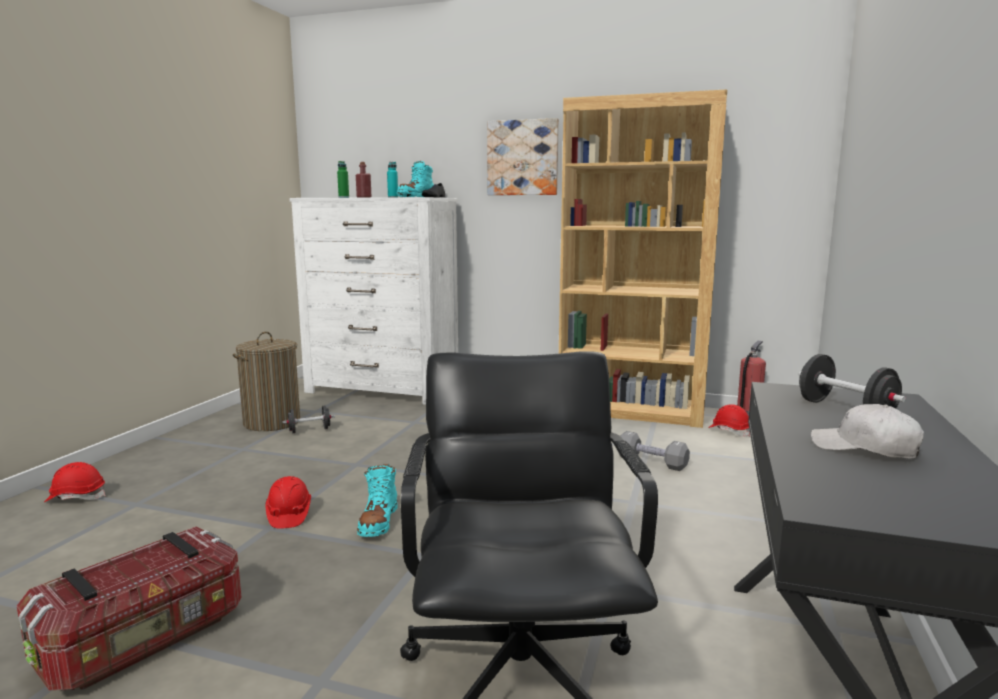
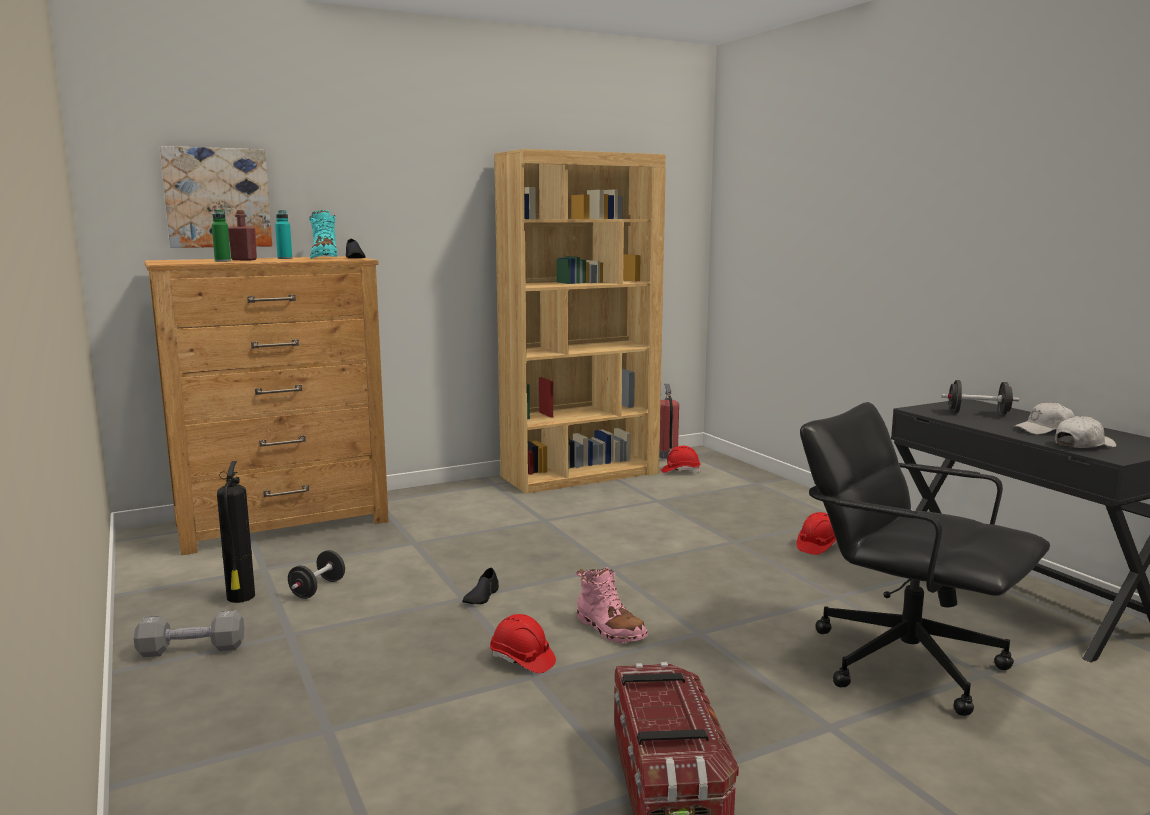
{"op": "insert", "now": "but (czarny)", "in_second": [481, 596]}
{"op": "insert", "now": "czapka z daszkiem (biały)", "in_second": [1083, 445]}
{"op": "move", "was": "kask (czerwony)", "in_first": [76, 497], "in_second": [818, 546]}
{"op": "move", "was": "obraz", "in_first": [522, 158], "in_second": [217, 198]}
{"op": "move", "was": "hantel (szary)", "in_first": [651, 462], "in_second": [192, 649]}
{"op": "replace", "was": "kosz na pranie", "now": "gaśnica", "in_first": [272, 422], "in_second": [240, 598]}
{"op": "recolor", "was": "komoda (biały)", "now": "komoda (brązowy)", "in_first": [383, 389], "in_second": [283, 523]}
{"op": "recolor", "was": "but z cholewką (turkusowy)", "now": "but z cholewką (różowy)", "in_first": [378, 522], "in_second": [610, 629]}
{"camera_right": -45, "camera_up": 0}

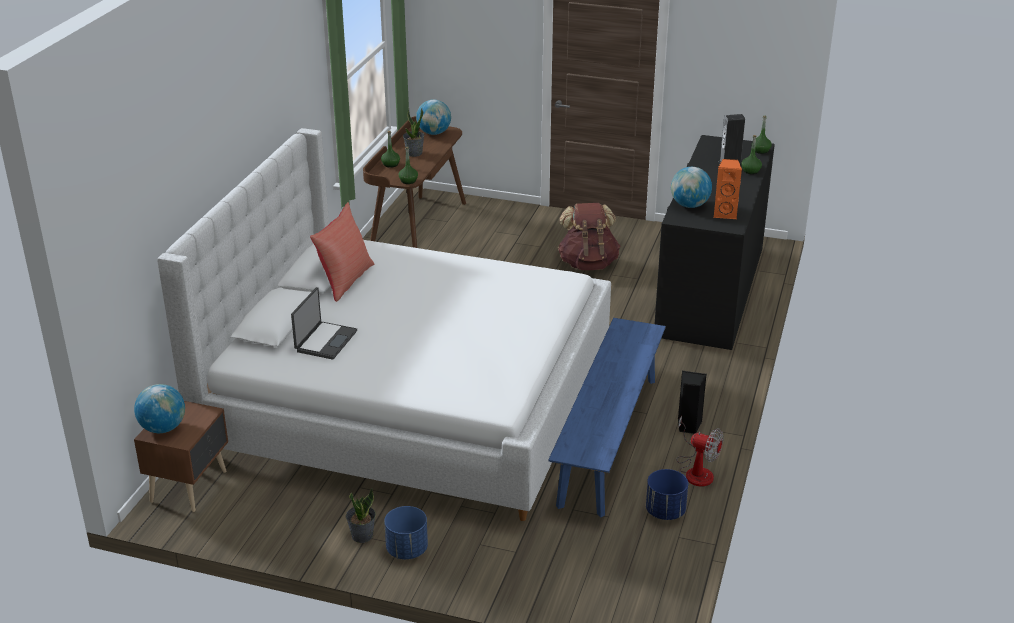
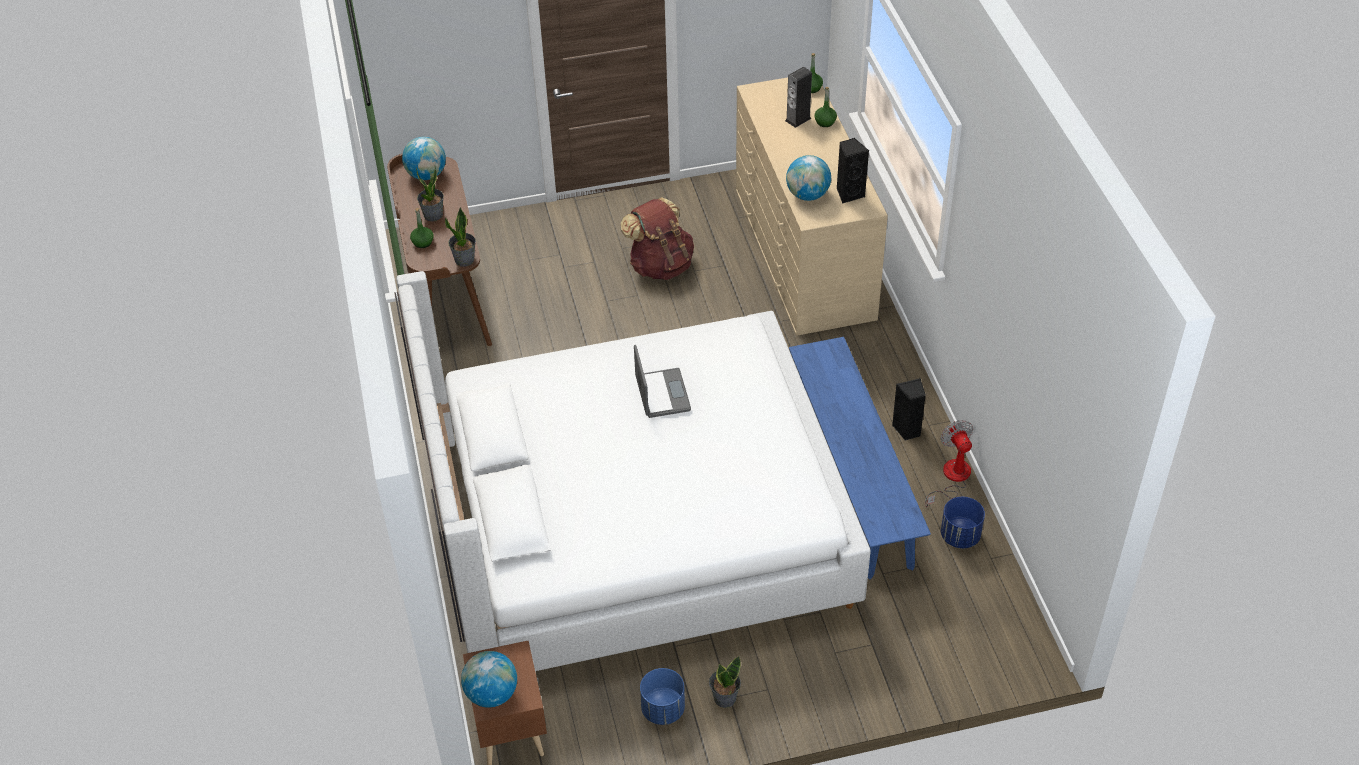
{"op": "delete", "was": "poduszka (czerwony)", "in_first": [345, 280]}
{"op": "move", "was": "laptop", "in_first": [325, 341], "in_second": [661, 394]}
{"op": "move", "was": "donica (niebieski)", "in_first": [406, 550], "in_second": [662, 710]}
{"op": "replace", "was": "butelka (zielony)", "now": "roślina doniczkowa", "in_first": [408, 181], "in_second": [465, 260]}
{"op": "recolor", "was": "komoda (czarny)", "now": "komoda (beżowy)", "in_first": [710, 291], "in_second": [803, 252]}
{"op": "recolor", "was": "głośnik (pomarańczowy)", "now": "głośnik (czarny)", "in_first": [725, 214], "in_second": [849, 193]}
{"op": "rotate", "was": "wentylator", "in_first": [696, 470], "in_second": [951, 478], "clockwise": -105}
{"camera_right": -30, "camera_up": 15}

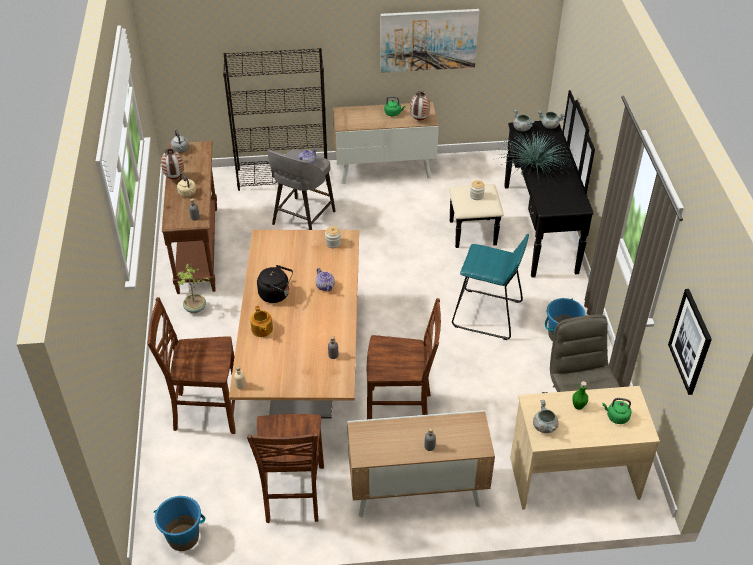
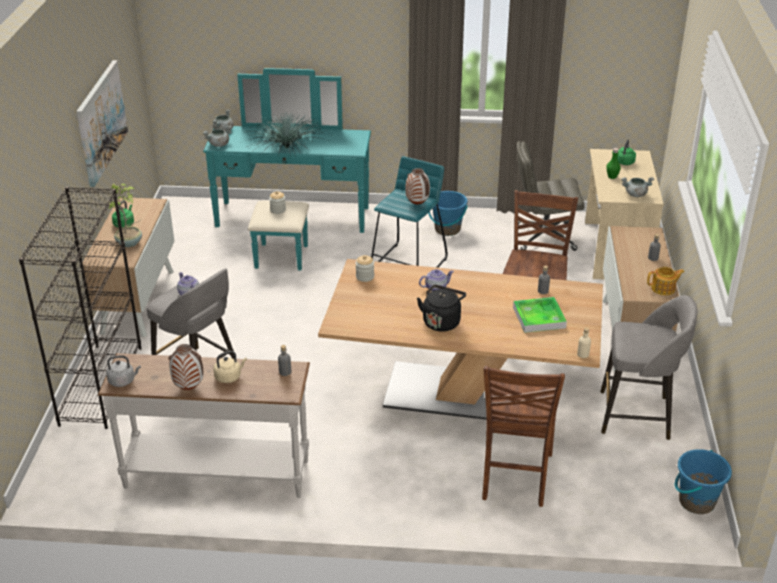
{"op": "delete", "was": "obraz", "in_first": [690, 341]}
{"op": "insert", "now": "taca", "in_second": [539, 317]}
{"op": "move", "was": "roślina doniczkowa", "in_first": [195, 309], "in_second": [130, 243]}
{"op": "move", "was": "imbryk", "in_first": [262, 329], "in_second": [663, 289]}
{"op": "move", "was": "wazon", "in_first": [419, 120], "in_second": [417, 204]}
{"op": "replace", "was": "krzesło (brązowy)", "now": "stołek (szary)", "in_first": [293, 495], "in_second": [637, 415]}
{"op": "recolor", "was": "stolik konsolowy (brązowy)", "now": "stolik konsolowy (biały)", "in_first": [199, 249], "in_second": [217, 472]}
{"op": "recolor", "was": "komoda (czarny)", "now": "komoda (turkusowy)", "in_first": [524, 229], "in_second": [291, 226]}
{"camera_right": -80, "camera_up": -10}

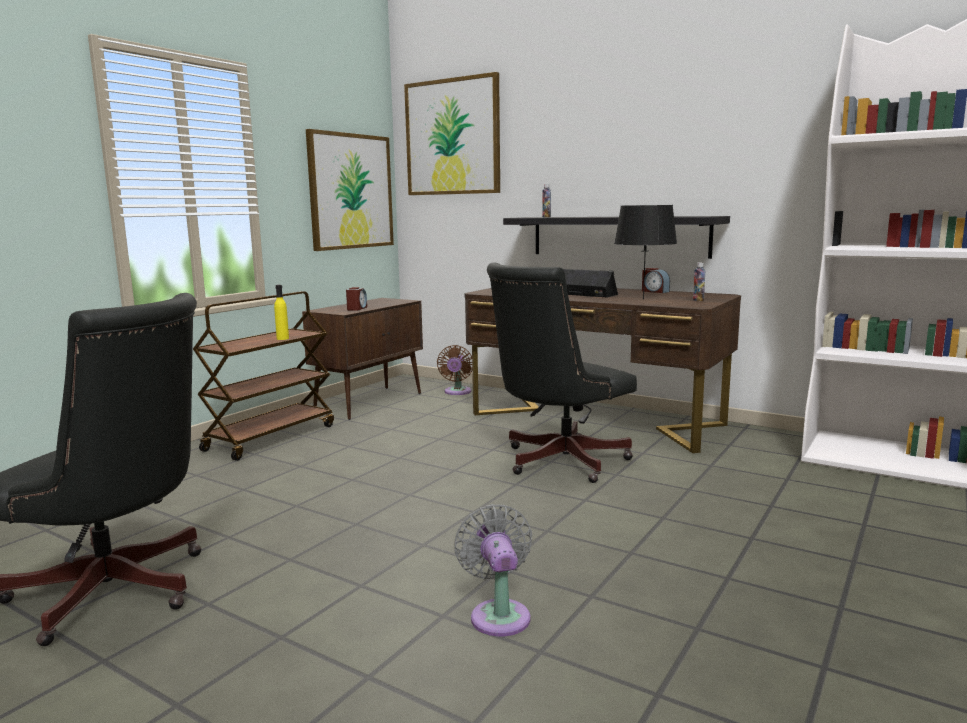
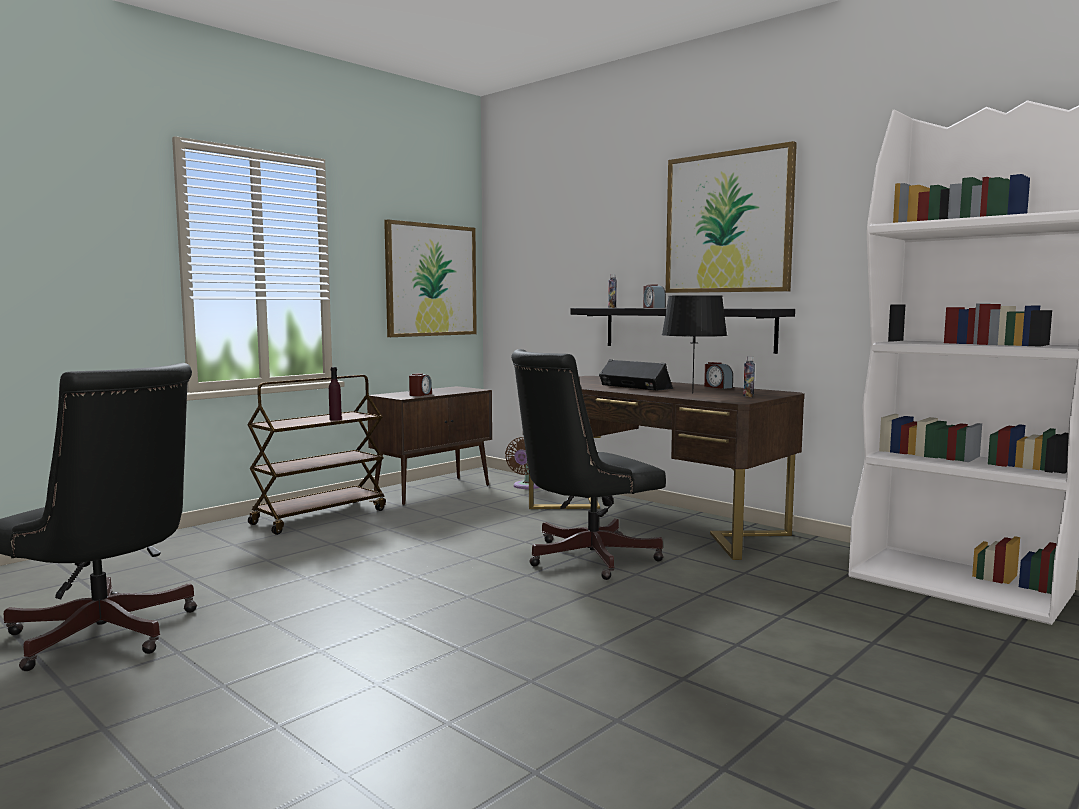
{"op": "delete", "was": "wentylator (szary)", "in_first": [499, 614]}
{"op": "insert", "now": "budzik", "in_second": [653, 307]}
{"op": "move", "was": "obraz", "in_first": [452, 137], "in_second": [728, 222]}
{"op": "recolor", "was": "butelka (żółty)", "now": "butelka (fioletowy)", "in_first": [282, 338], "in_second": [335, 419]}
{"camera_right": 10, "camera_up": -5}

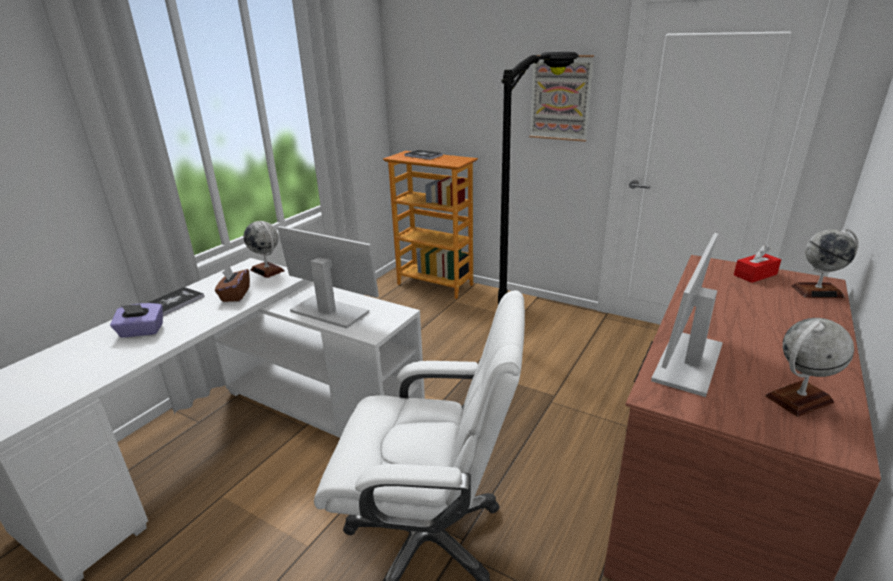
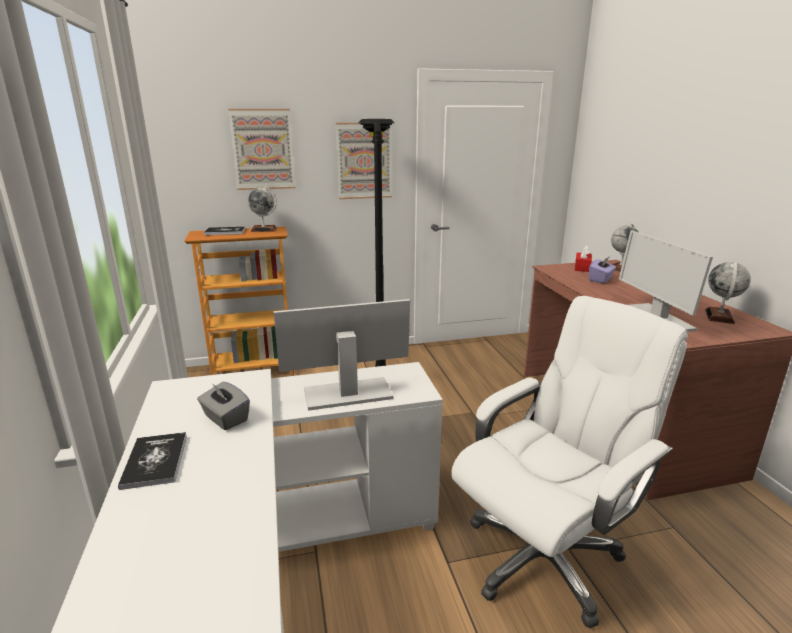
{"op": "insert", "now": "obraz", "in_second": [263, 149]}
{"op": "move", "was": "pudełko chusteczek (fioletowy)", "in_first": [141, 331], "in_second": [600, 279]}
{"op": "move", "was": "globus", "in_first": [267, 270], "in_second": [263, 229]}
{"op": "recolor", "was": "pudełko chusteczek (brązowy)", "now": "pudełko chusteczek (szary)", "in_first": [235, 295], "in_second": [225, 418]}
{"camera_right": -45, "camera_up": -5}

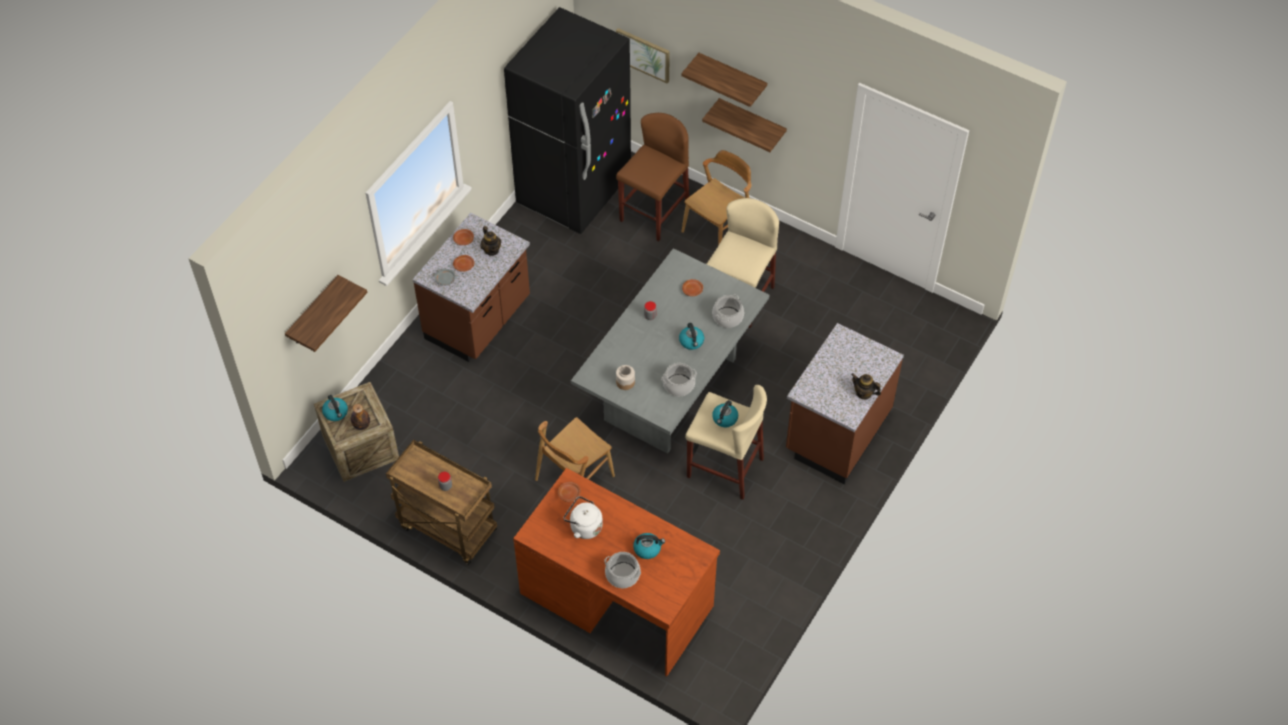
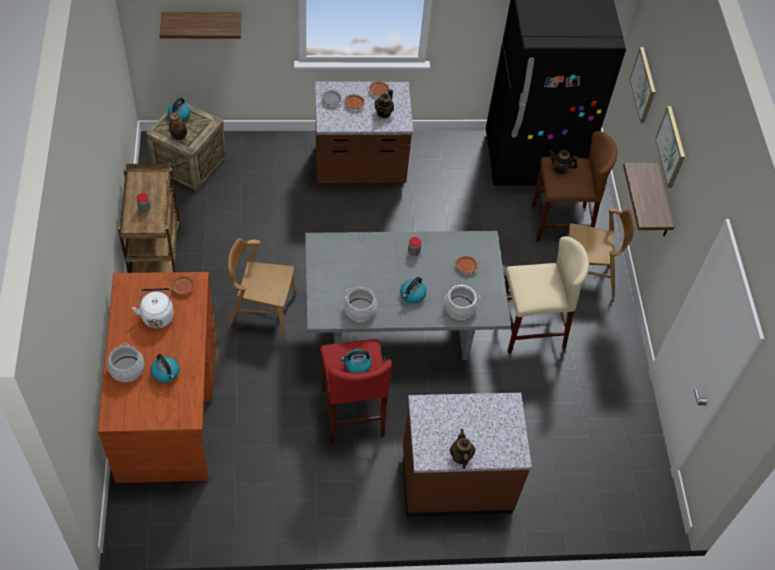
{"op": "delete", "was": "słoik", "in_first": [625, 382]}
{"op": "insert", "now": "imbryk", "in_second": [560, 169]}
{"op": "replace", "was": "półka", "now": "obraz", "in_first": [732, 77], "in_second": [671, 147]}
{"op": "recolor", "was": "stołek (beżowy)", "now": "stołek (czerwony)", "in_first": [725, 468], "in_second": [352, 412]}
{"camera_right": 50, "camera_up": 0}

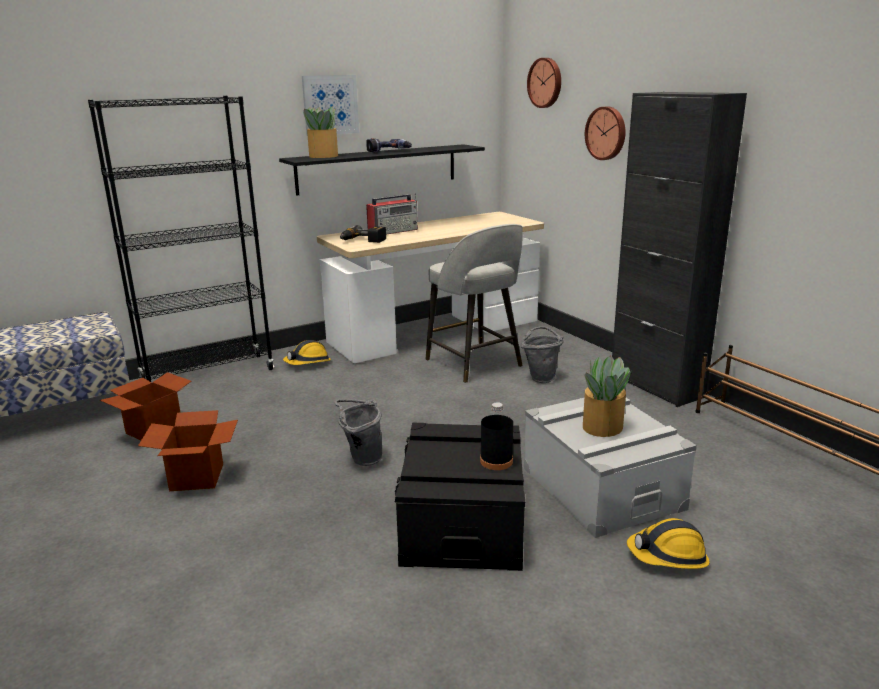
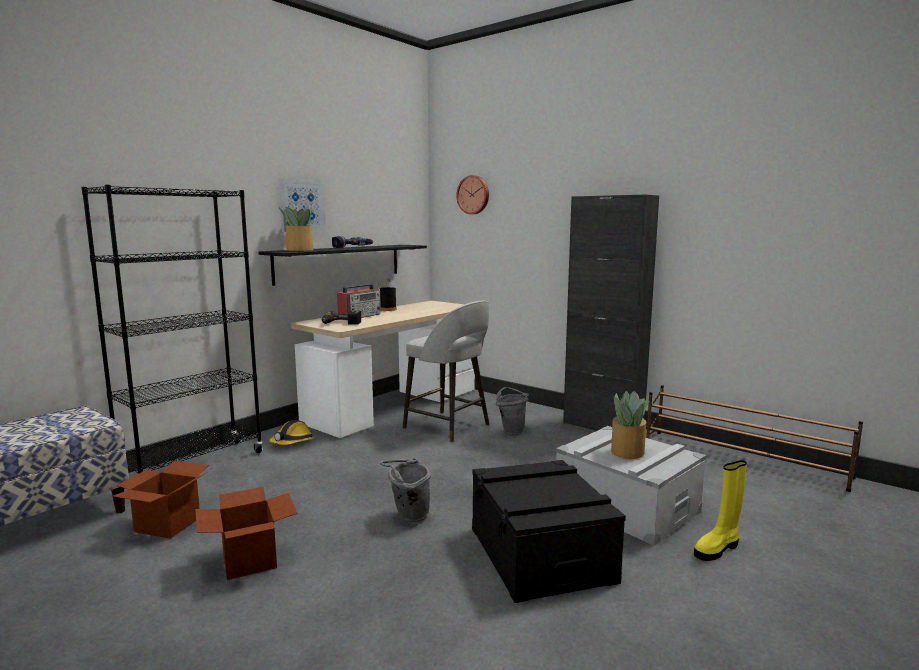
{"op": "delete", "was": "zegar ścienny", "in_first": [606, 133]}
{"op": "move", "was": "butelka (czarny)", "in_first": [496, 461], "in_second": [388, 309]}
{"op": "replace", "was": "kask", "now": "but z cholewką (żółty)", "in_first": [668, 556], "in_second": [717, 549]}
{"camera_right": -20, "camera_up": -10}

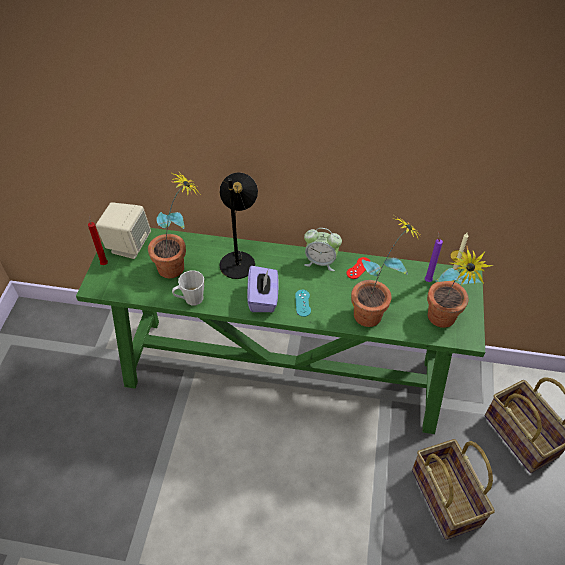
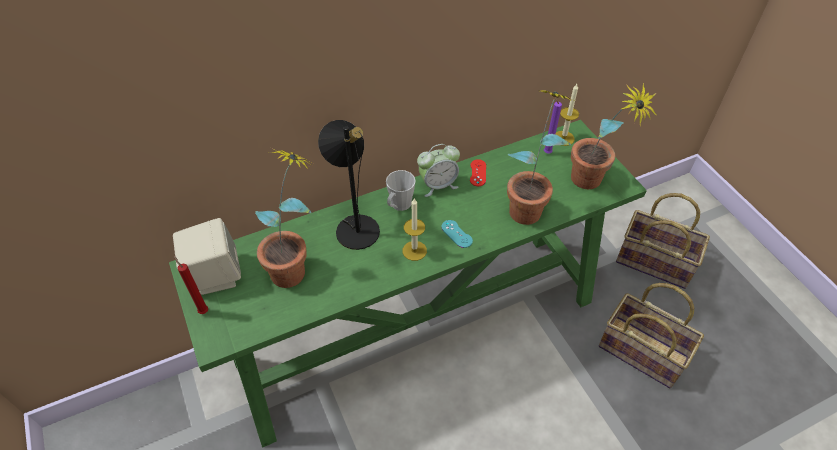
{"op": "move", "was": "kubek (szary)", "in_first": [190, 299], "in_second": [399, 205]}
{"op": "replace", "was": "pudełko chusteczek (fioletowy)", "now": "świeca", "in_first": [263, 298], "in_second": [414, 250]}
{"camera_right": -35, "camera_up": 0}

